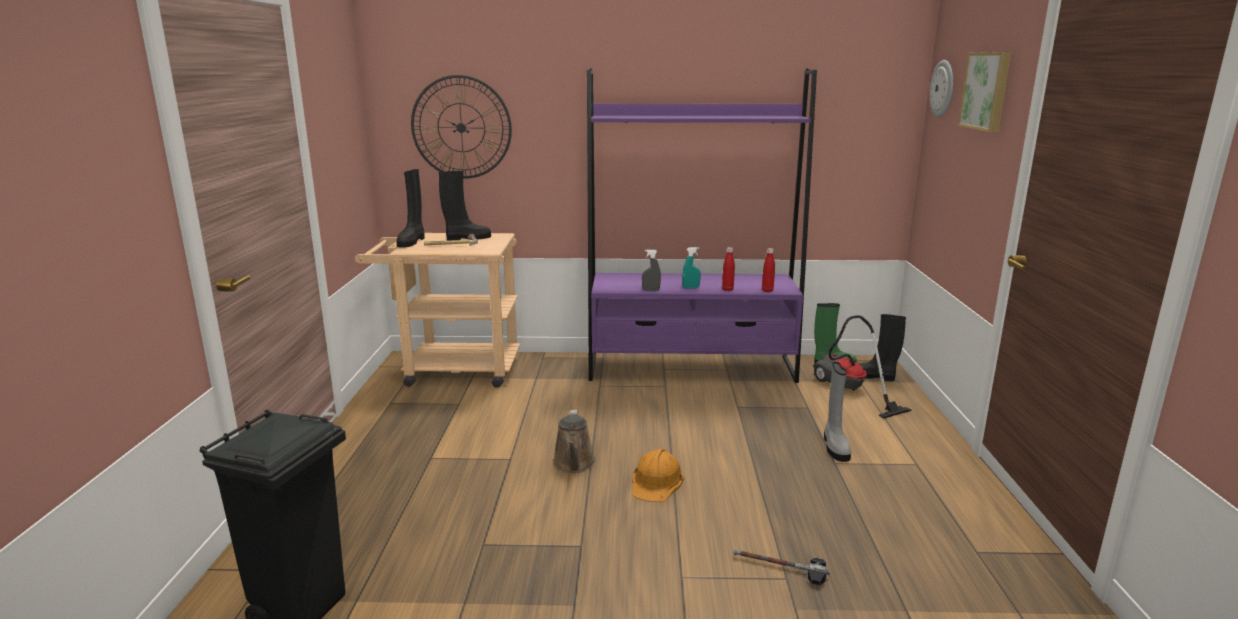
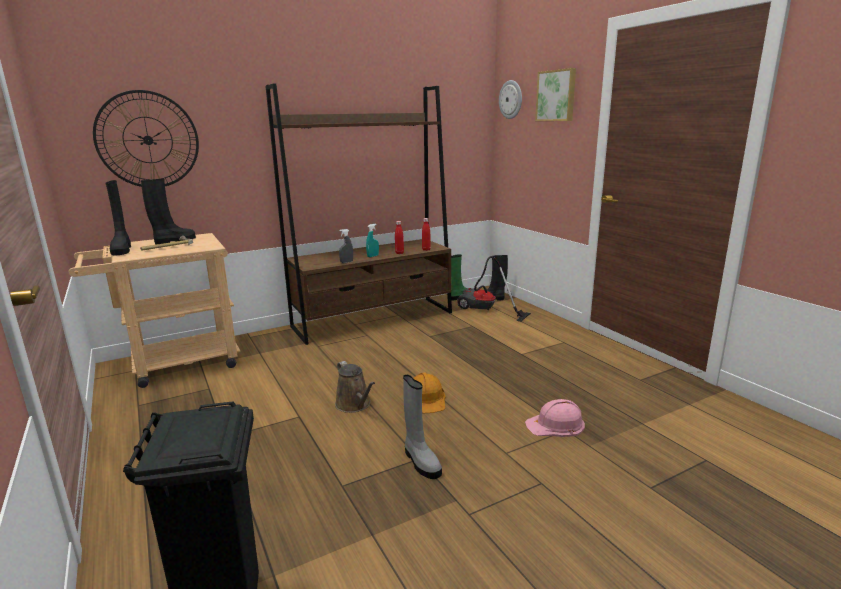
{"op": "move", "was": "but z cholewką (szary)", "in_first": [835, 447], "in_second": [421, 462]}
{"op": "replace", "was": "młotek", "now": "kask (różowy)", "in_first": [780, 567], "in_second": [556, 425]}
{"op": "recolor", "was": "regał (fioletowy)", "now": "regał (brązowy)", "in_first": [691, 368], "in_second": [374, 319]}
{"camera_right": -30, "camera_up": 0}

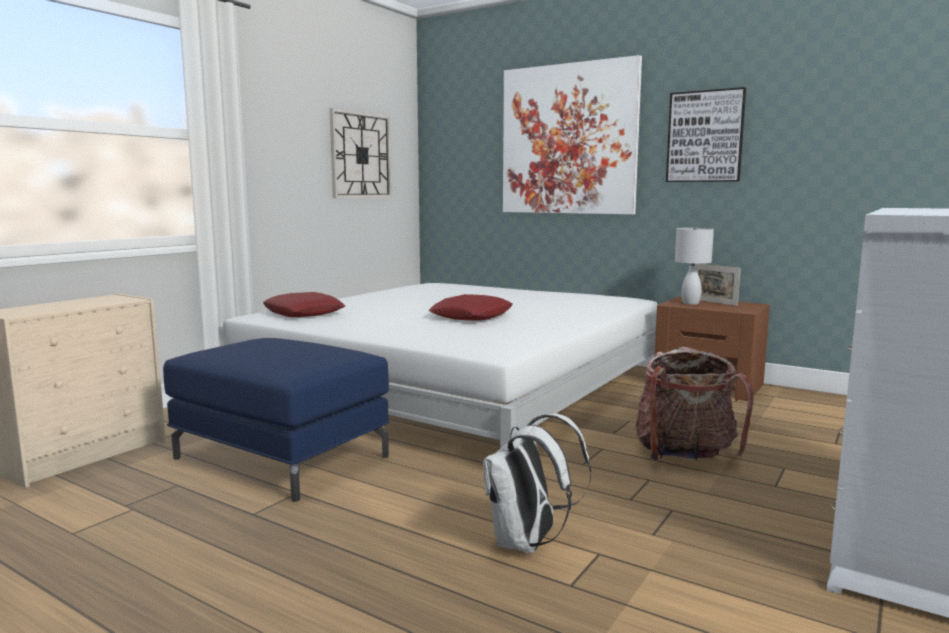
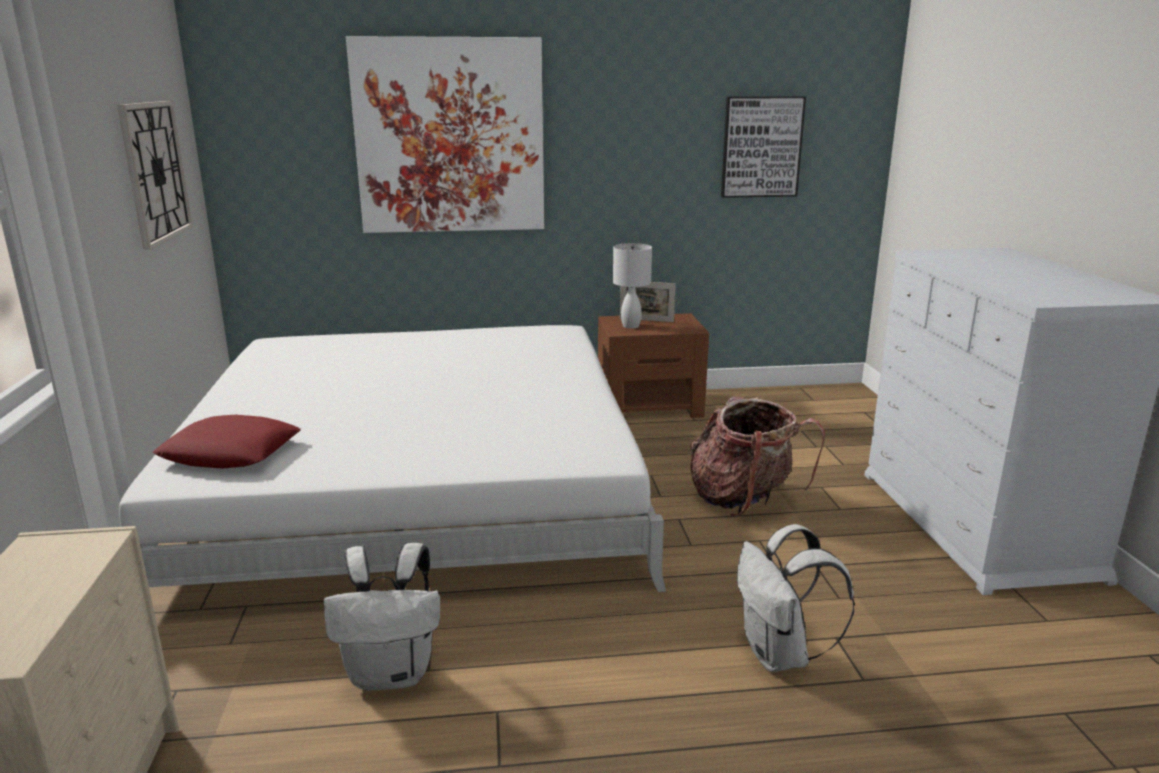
{"op": "delete", "was": "poduszka (czerwony)", "in_first": [471, 316]}
{"op": "move", "was": "obraz", "in_first": [705, 136], "in_second": [761, 147]}
{"op": "replace", "was": "pufa (niebieski)", "now": "plecak (biały)", "in_first": [282, 457], "in_second": [392, 673]}
{"camera_right": -40, "camera_up": 10}

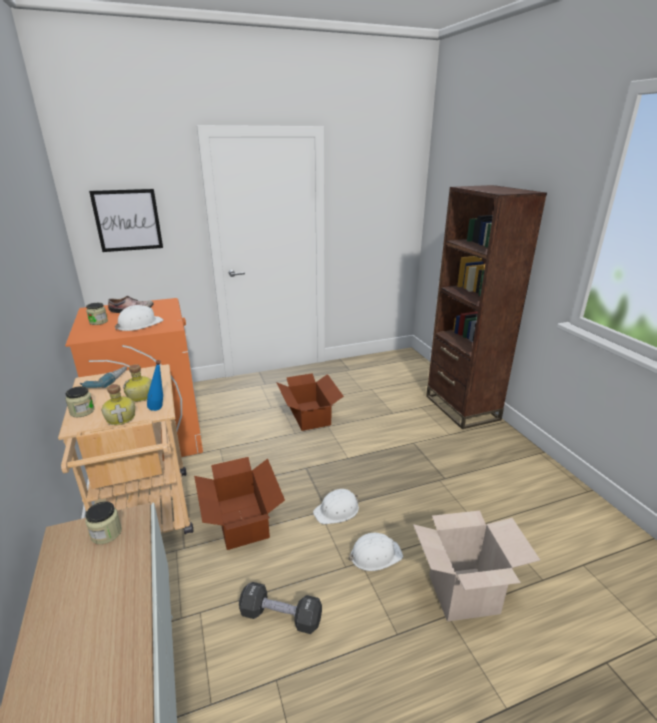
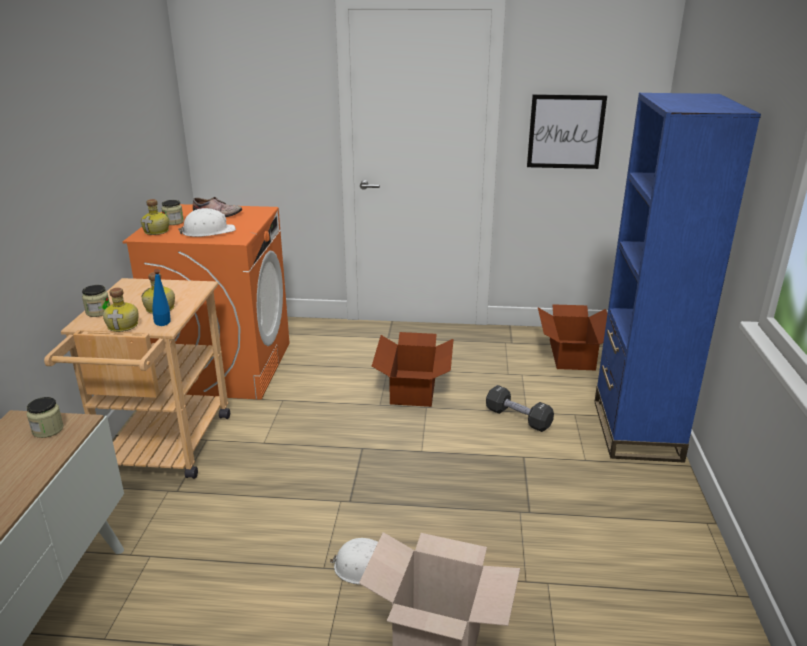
{"op": "delete", "was": "wiertarka", "in_first": [106, 381]}
{"op": "delete", "was": "kask (biały)", "in_first": [337, 510]}
{"op": "insert", "now": "butelka", "in_second": [157, 231]}
{"op": "move", "was": "obraz", "in_first": [127, 220], "in_second": [565, 132]}
{"op": "move", "was": "karton", "in_first": [241, 520], "in_second": [571, 355]}
{"op": "move", "was": "hantel (czarny)", "in_first": [281, 616], "in_second": [518, 418]}
{"op": "recolor", "was": "regał (brązowy)", "now": "regał (niebieski)", "in_first": [461, 407], "in_second": [636, 430]}
{"camera_right": 25, "camera_up": 0}

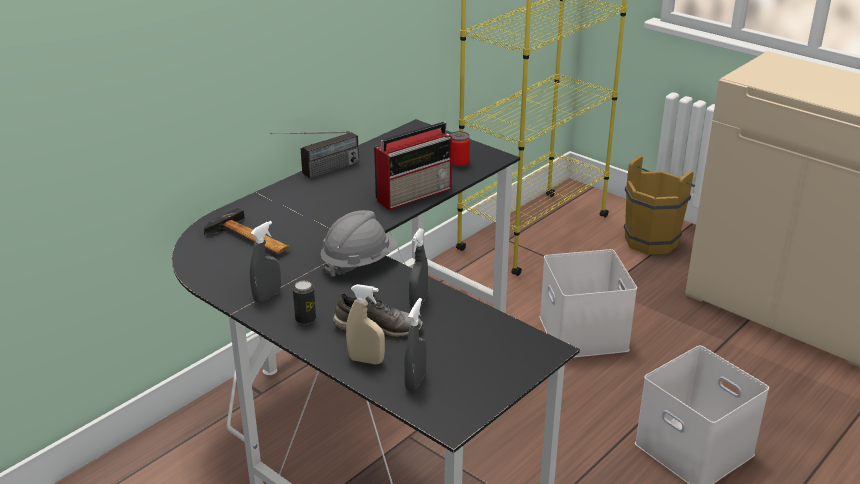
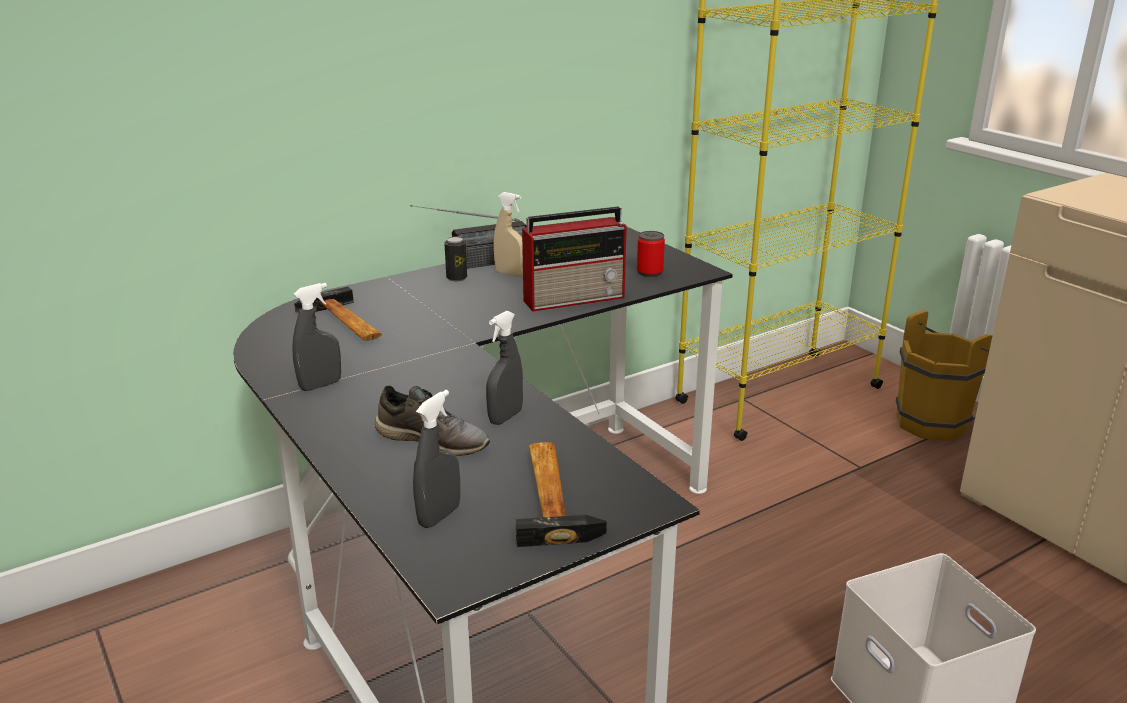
{"op": "delete", "was": "kask (szary)", "in_first": [359, 262]}
{"op": "delete", "was": "pojemnik do przechowywania (biały)", "in_first": [585, 334]}
{"op": "insert", "now": "młotek", "in_second": [553, 495]}
{"op": "move", "was": "puszka", "in_first": [305, 319], "in_second": [456, 278]}
{"op": "move", "was": "spryskiwacz (beżowy)", "in_first": [366, 360], "in_second": [510, 274]}
{"camera_right": 15, "camera_up": -5}

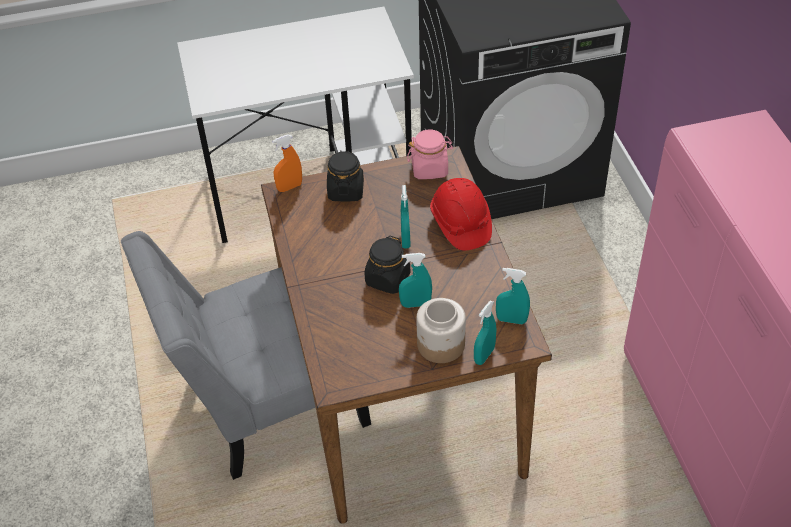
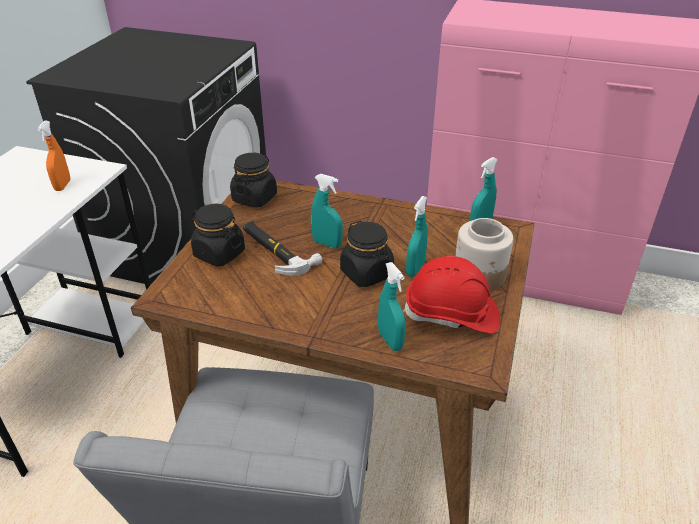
{"op": "insert", "now": "młotek", "in_second": [276, 250]}
{"op": "move", "was": "spryskiwacz (pomarańczowy)", "in_first": [289, 187], "in_second": [63, 185]}
{"op": "move", "was": "kask (czerwony)", "in_first": [460, 224], "in_second": [451, 315]}
{"op": "move", "was": "spryskiwacz (turkusowy)", "in_first": [484, 355], "in_second": [390, 341]}
{"op": "recolor", "was": "słoik (różowy)", "now": "słoik (czarny)", "in_first": [430, 169], "in_second": [254, 198]}
{"camera_right": -60, "camera_up": -10}

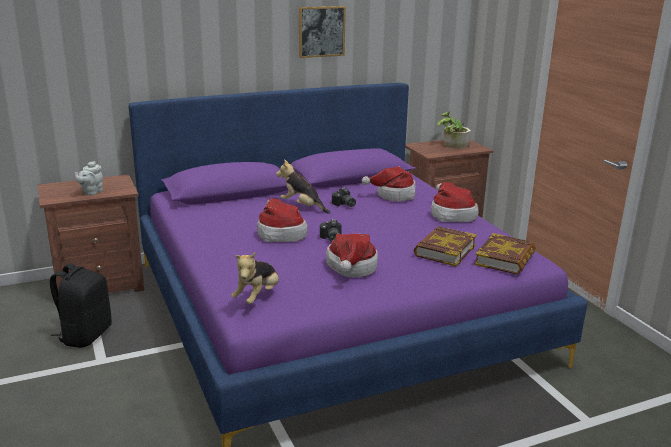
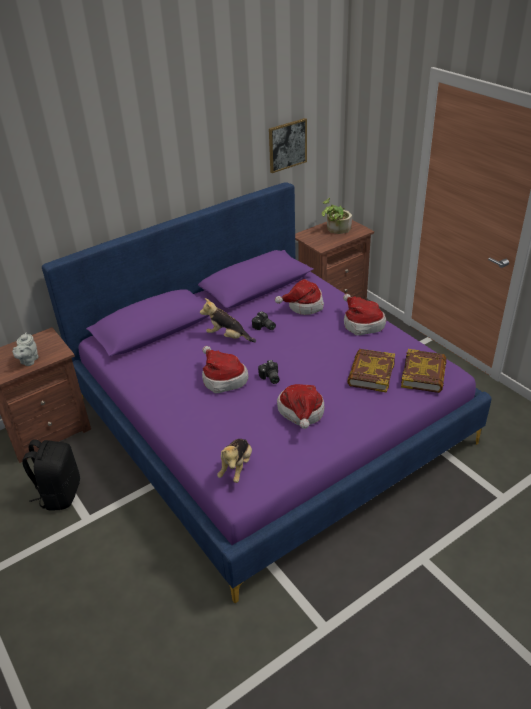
{"op": "move", "was": "obraz", "in_first": [321, 31], "in_second": [287, 145]}
{"camera_right": -10, "camera_up": 15}

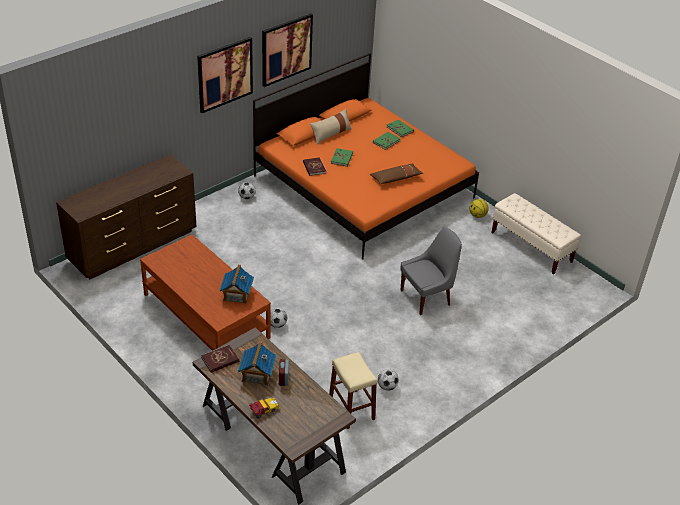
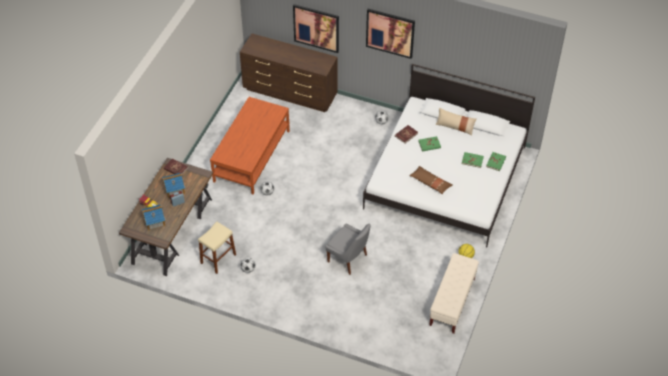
{"op": "move", "was": "domek", "in_first": [236, 294], "in_second": [154, 221]}
{"op": "move", "was": "obraz", "in_first": [286, 49], "in_second": [316, 28]}
{"op": "recolor", "was": "łóżko (pomarańczowy)", "now": "łóżko (biały)", "in_first": [363, 186], "in_second": [446, 177]}
{"camera_right": 65, "camera_up": 10}

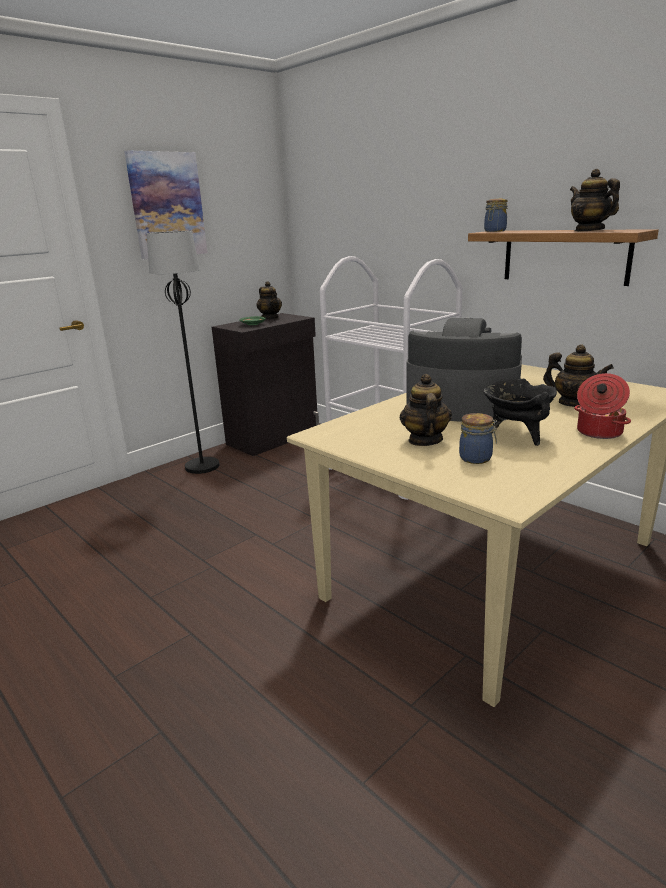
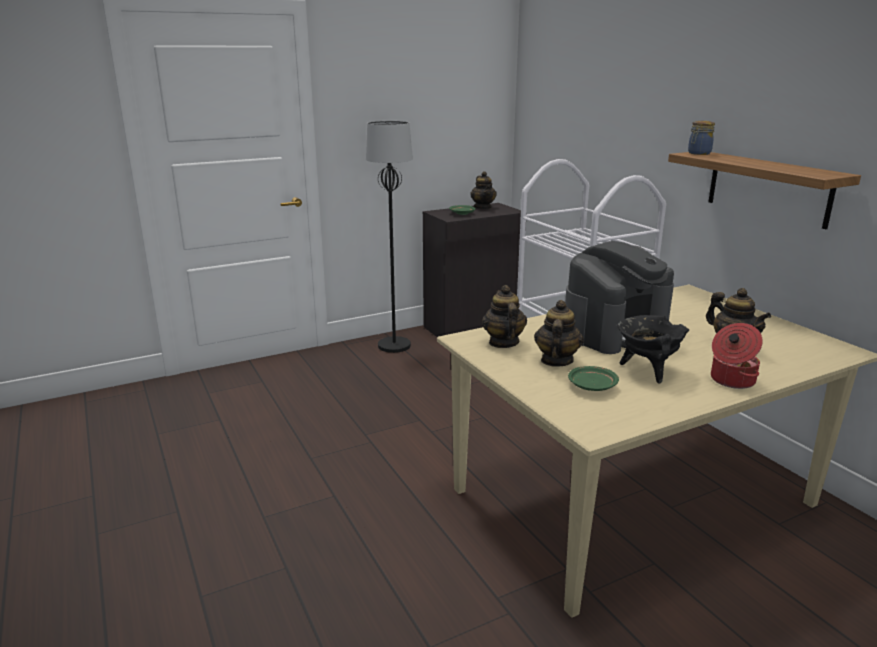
{"op": "delete", "was": "obraz", "in_first": [167, 205]}
{"op": "move", "was": "imbryk", "in_first": [589, 230], "in_second": [503, 342]}
{"op": "replace", "was": "słoik", "now": "talerz (zielony)", "in_first": [477, 458], "in_second": [592, 386]}
{"op": "rotate", "was": "ekspres do kawy", "in_first": [461, 406], "in_second": [615, 331], "clockwise": 105}
{"camera_right": 15, "camera_up": 0}

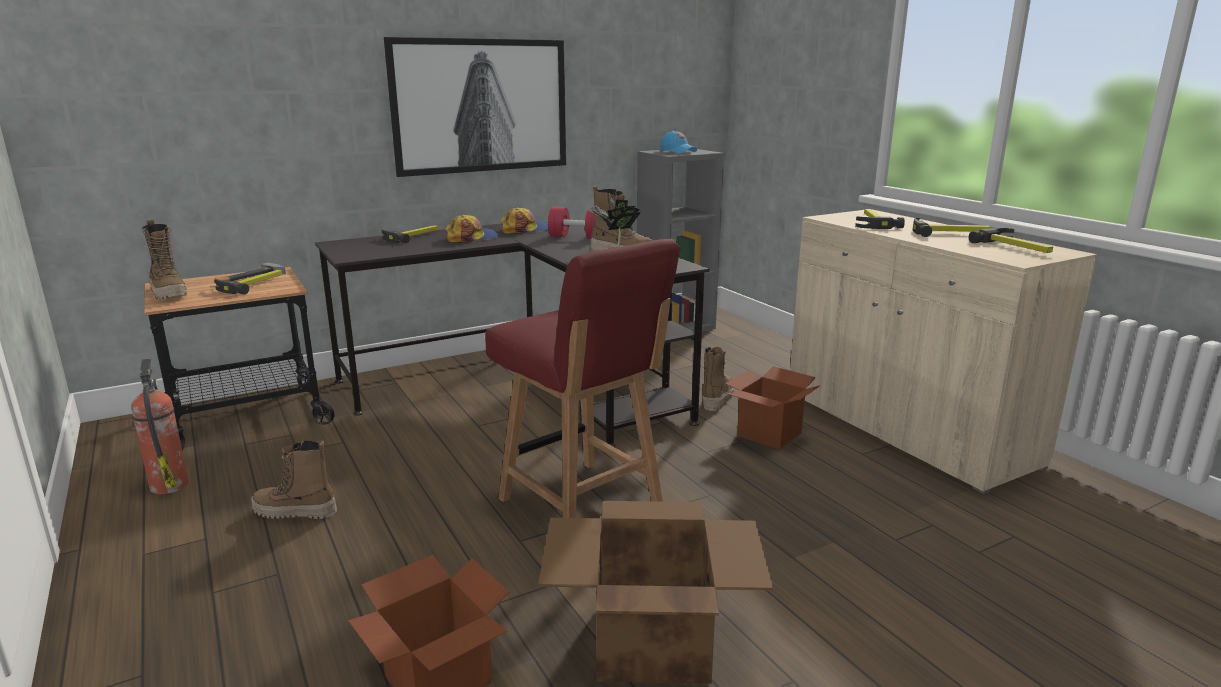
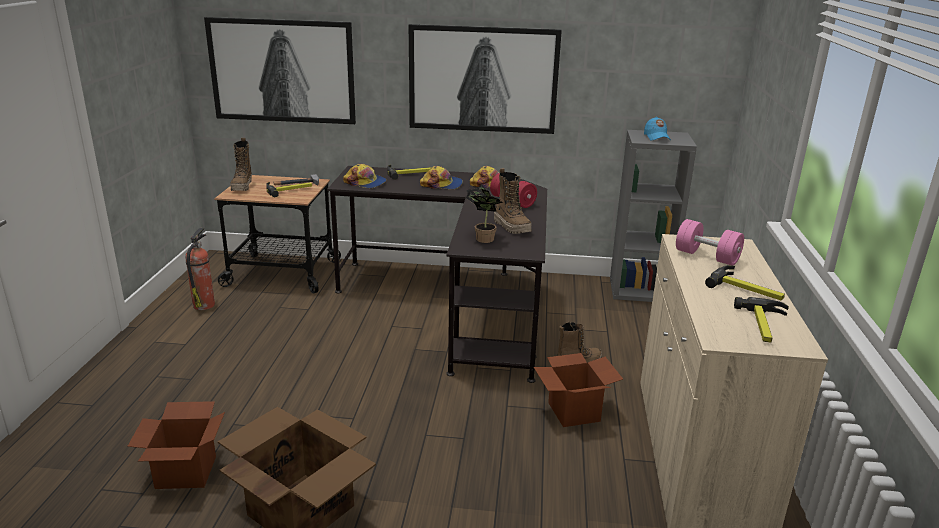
{"op": "delete", "was": "but z cholewką", "in_first": [295, 512]}
{"op": "delete", "was": "krzesło (czerwony)", "in_first": [582, 505]}
{"op": "insert", "now": "obraz", "in_second": [283, 71]}
{"op": "insert", "now": "czapka z daszkiem", "in_second": [365, 183]}
{"op": "replace", "was": "młotek", "now": "hantel (różowy)", "in_first": [871, 222], "in_second": [706, 256]}
{"camera_right": 35, "camera_up": 5}

